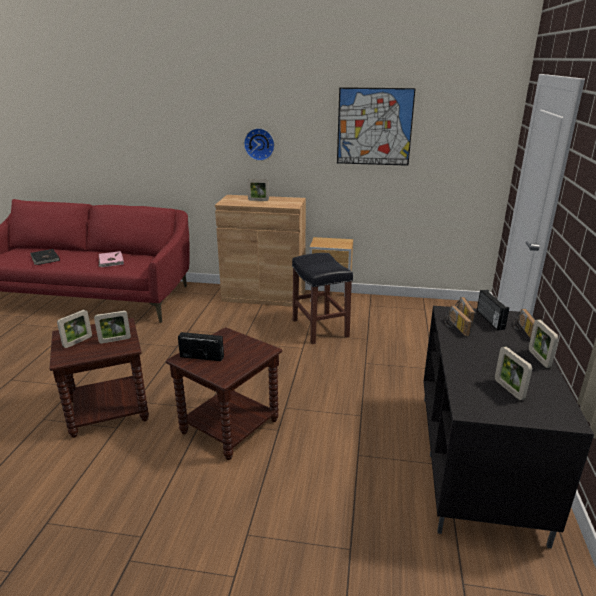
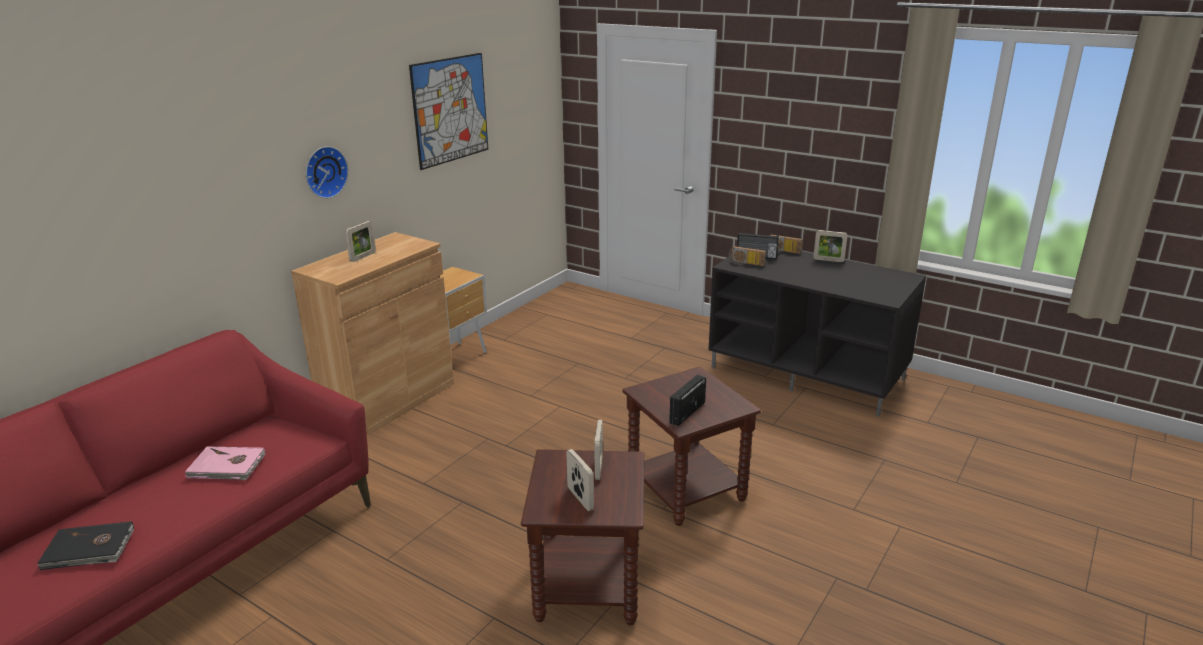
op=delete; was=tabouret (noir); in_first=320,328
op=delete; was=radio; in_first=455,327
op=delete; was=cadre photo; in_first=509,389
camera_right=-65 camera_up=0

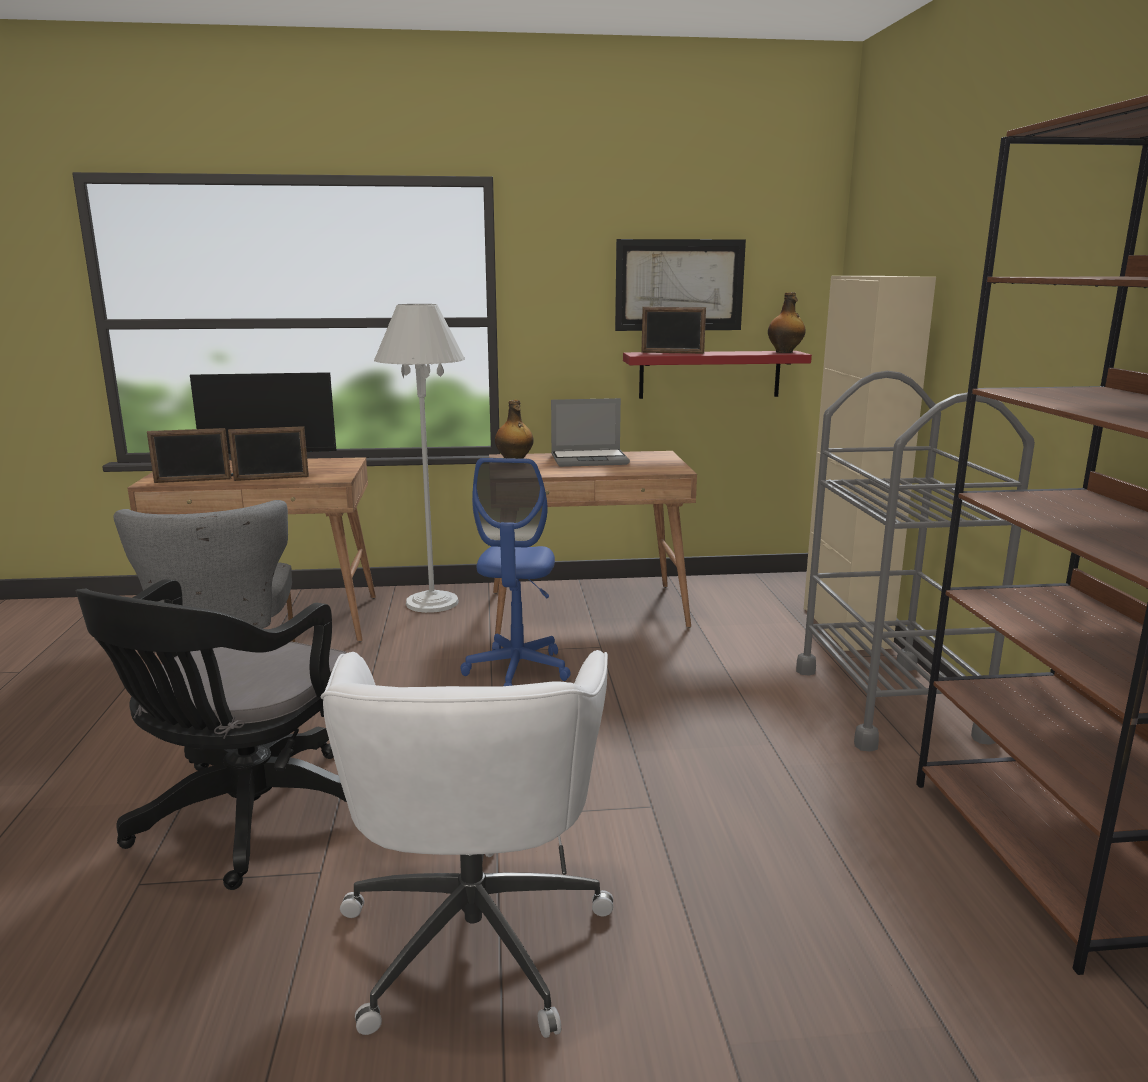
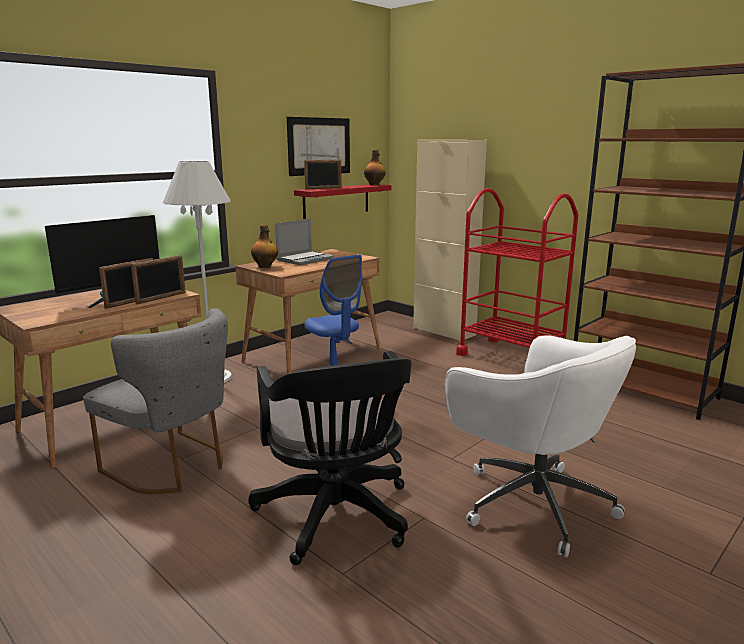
op=move; was=cadre photo; in_first=193,480; in_second=161,298
op=recolor; was=chariot (gris); now=chariot (rouge); in_first=888,703; in_second=511,356
camera_right=-40 camera_up=0

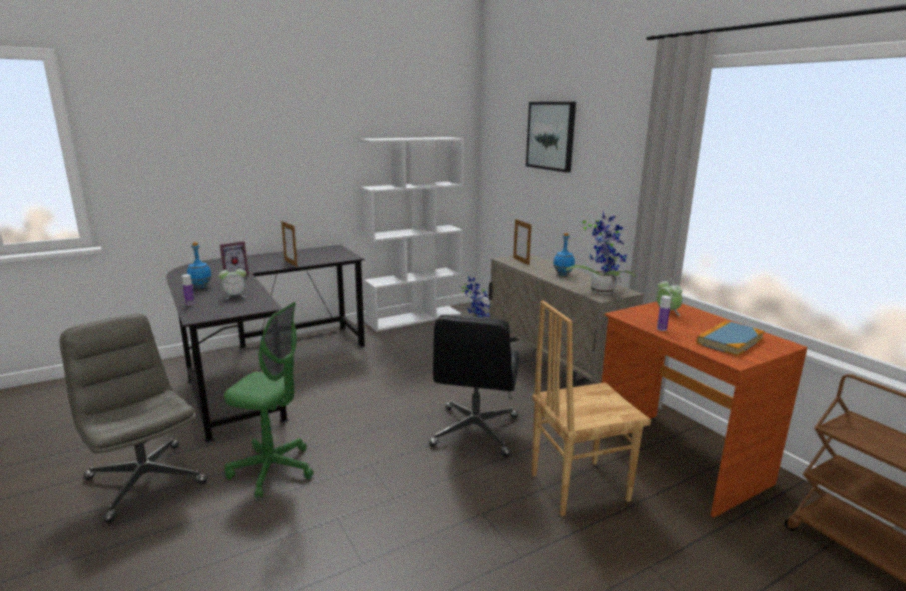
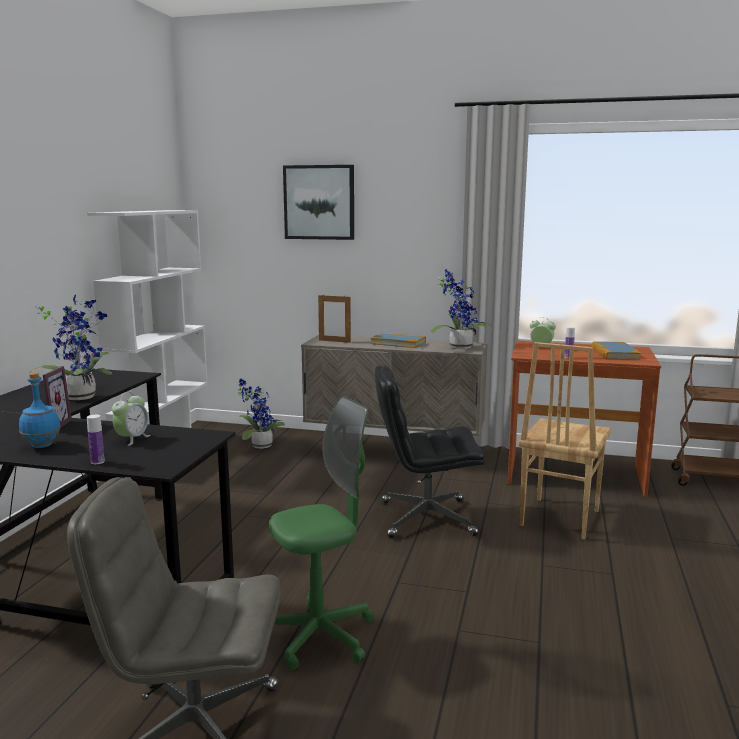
op=replace; was=cadre photo; now=plante en pot; in_first=291,263; in_second=81,396
op=replace; was=bouteille (bleu); now=livre; in_first=563,274; in_second=398,343
op=rotate; was=chaise de bureau (noir); in_first=475,431; in_second=425,518; clockwise=120
camera_right=-45 camera_up=-5

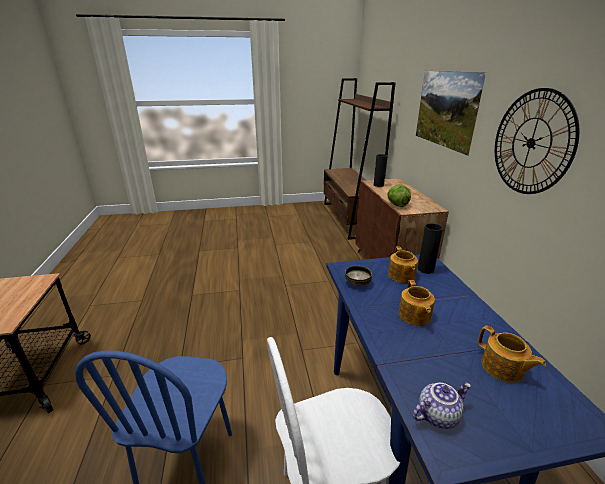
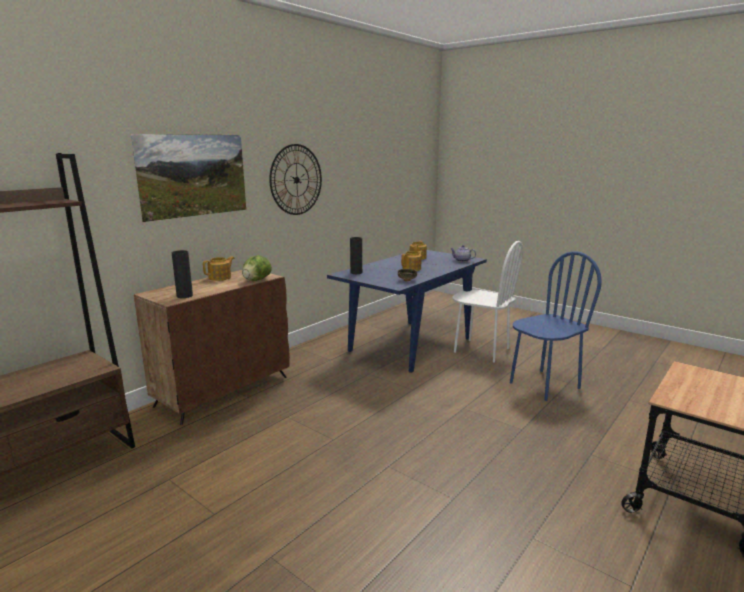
op=move; was=théière; in_first=401,276; in_second=220,277
camera_right=-130 camera_up=-10

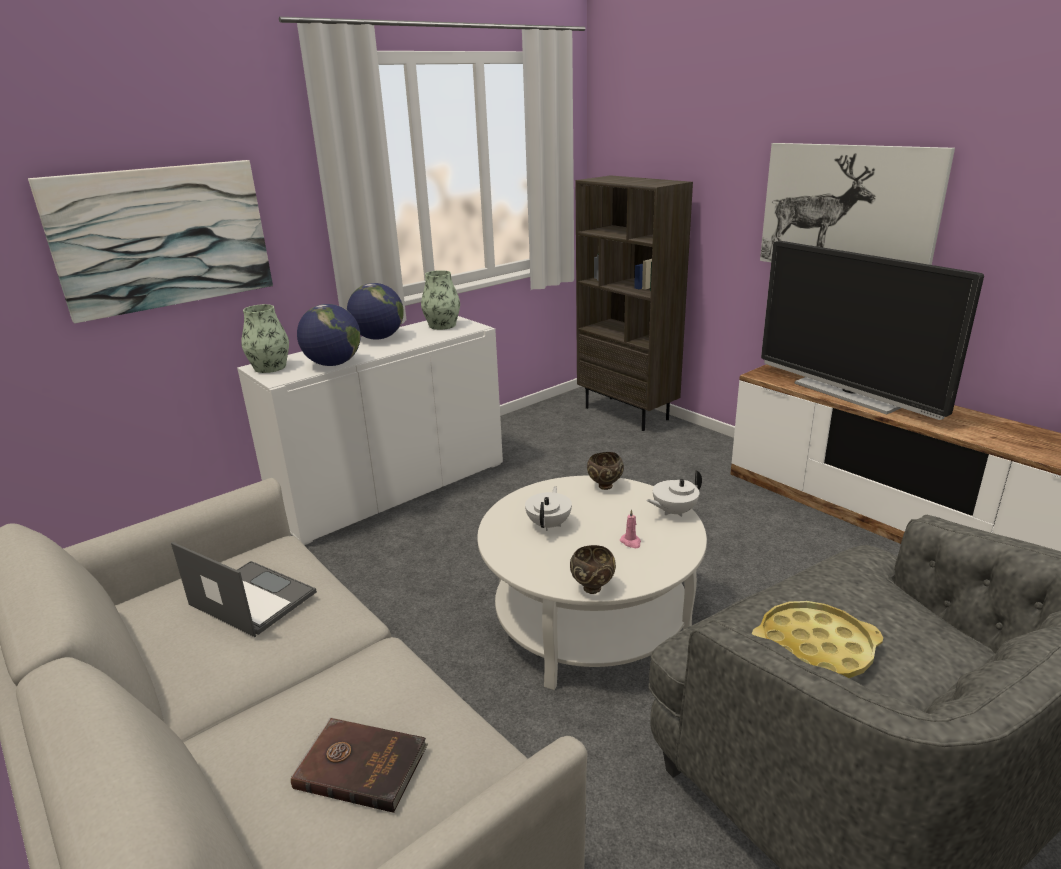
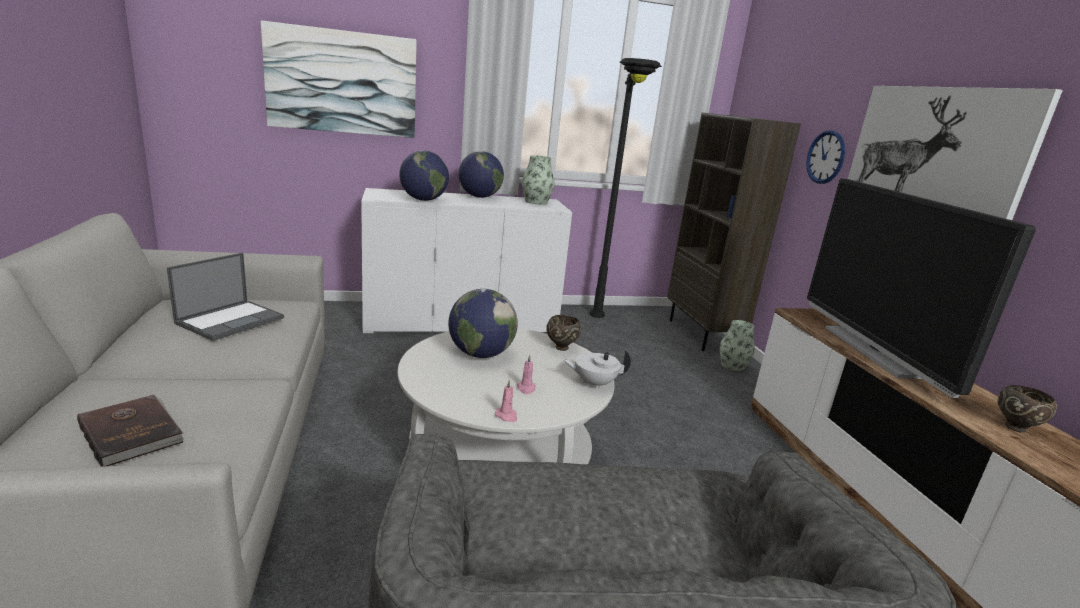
op=rotate; was=ordinateur portable; in_first=251,598; in_second=231,320; clockwise=60
op=replace; was=théière (blanc); now=globe; in_first=549,524; in_second=480,354
op=insert; now=bougie (rose); in_second=506,416
op=insert; now=lampadaire (noir); in_second=598,334
op=move; was=vase; in_first=270,367; in_second=732,365
op=insert; now=horloge murale; in_second=825,157
op=move; was=bol (marron); in_first=592,588; in_second=1015,427
op=delete; was=plateau (jaune); in_first=814,648
camera_right=25 camera_up=-5

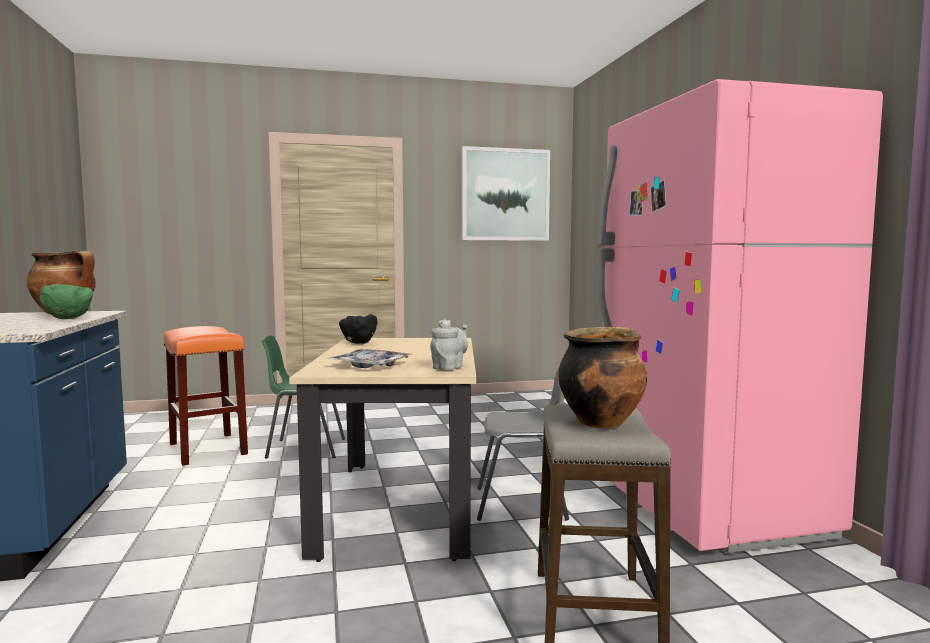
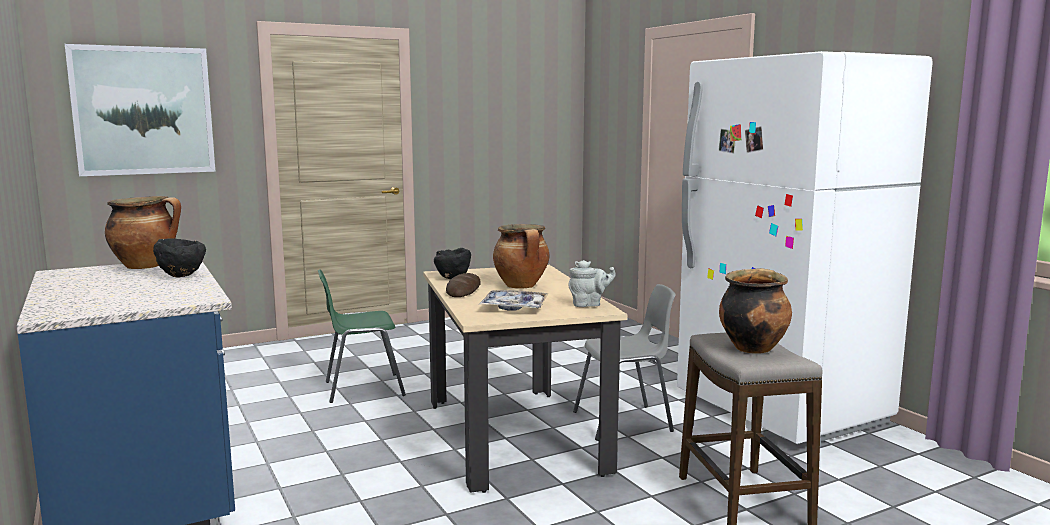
op=move; was=tableau; in_first=505,195; in_second=143,111
op=recolor; was=bol (vert); now=bol (noir); in_first=68,318; in_second=182,276
op=insert; now=pain; in_second=463,290
op=insert; now=marmite; in_second=522,286
op=rotate; was=théière (gris); in_first=449,367; in_second=589,305; clockwise=60
op=recolor; was=réfrigérateur (rose); now=réfrigérateur (blanc); in_first=710,509; in_second=781,409
op=delete; was=tabouret (orange); in_first=208,449
camera_right=-15 camera_up=5

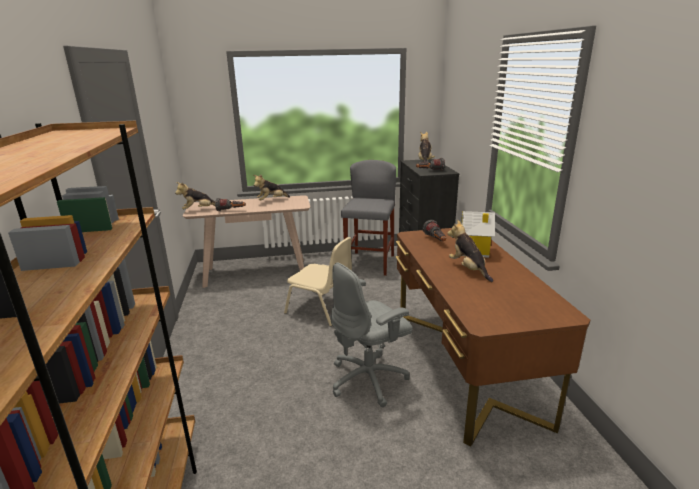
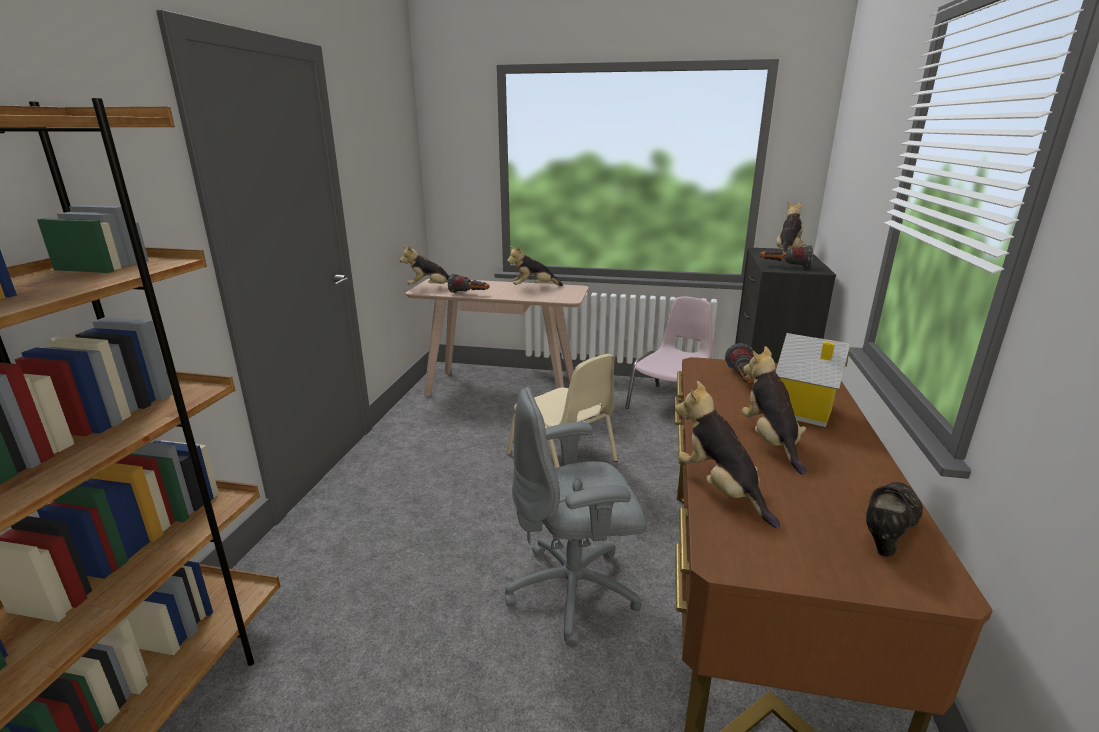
op=replace; was=tabouret (gris); now=chaise (rose); in_first=370,263; in_second=671,404
op=insert; now=peluche; in_second=720,489
op=insert; now=chaussure (noir); in_second=887,531
camera_right=20 camera_up=0

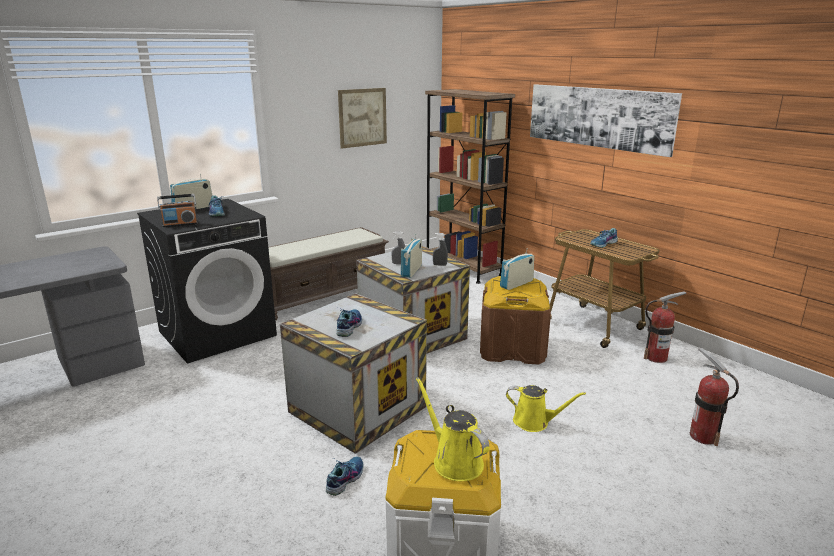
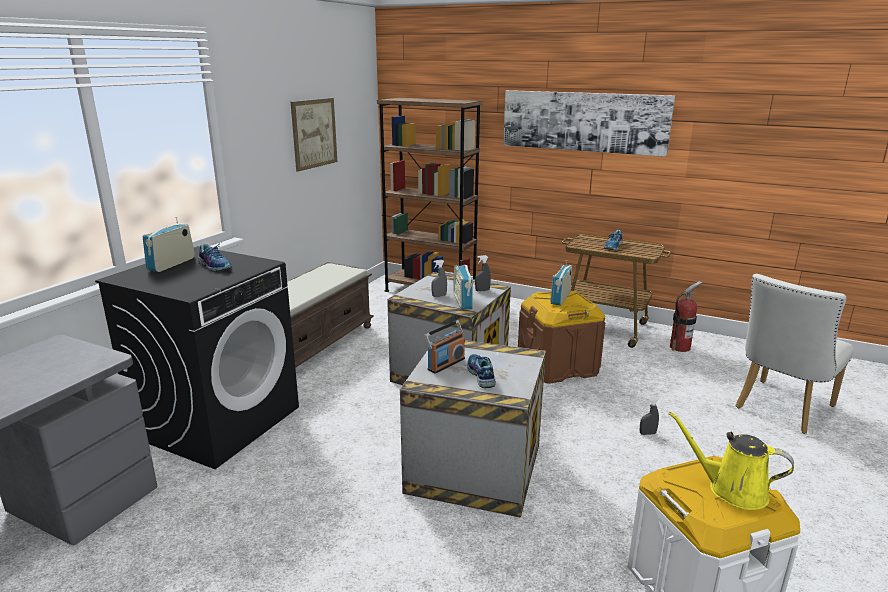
op=move; was=radio; in_first=180,224; in_second=445,364
op=replace; was=arrosoir (jaune); now=vaporisateur (gris); in_first=534,422; in_second=647,433
op=replace; was=extincteur; now=chaise (blanc); in_first=703,436; in_second=780,409
op=delete; was=chaussure; in_first=345,479
camera_right=-25 camera_up=0

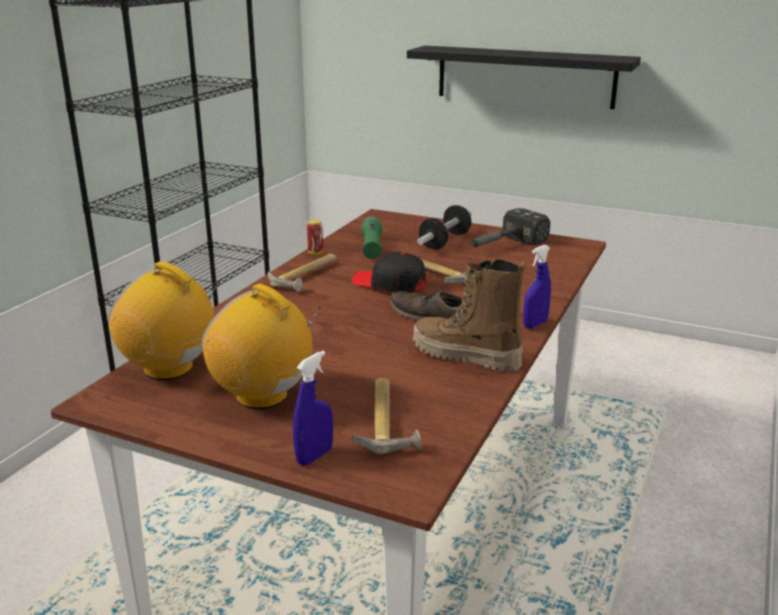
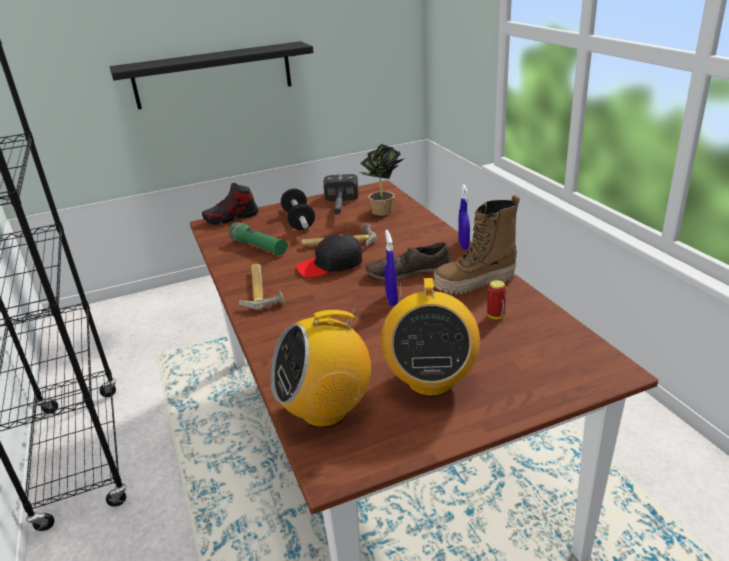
op=insert; now=chaussure; in_second=231,218
op=insert; now=plante en pot; in_second=384,212
op=rotate; was=radio; in_first=263,396; in_second=430,381; clockwise=-75
op=move; was=vaporisateur (bleu); in_first=314,456; in_second=391,300
op=move; was=boîte métallique; in_first=315,253; in_second=495,316
op=delete; was=marteau; in_first=388,421
camera_right=-45 camera_up=5

